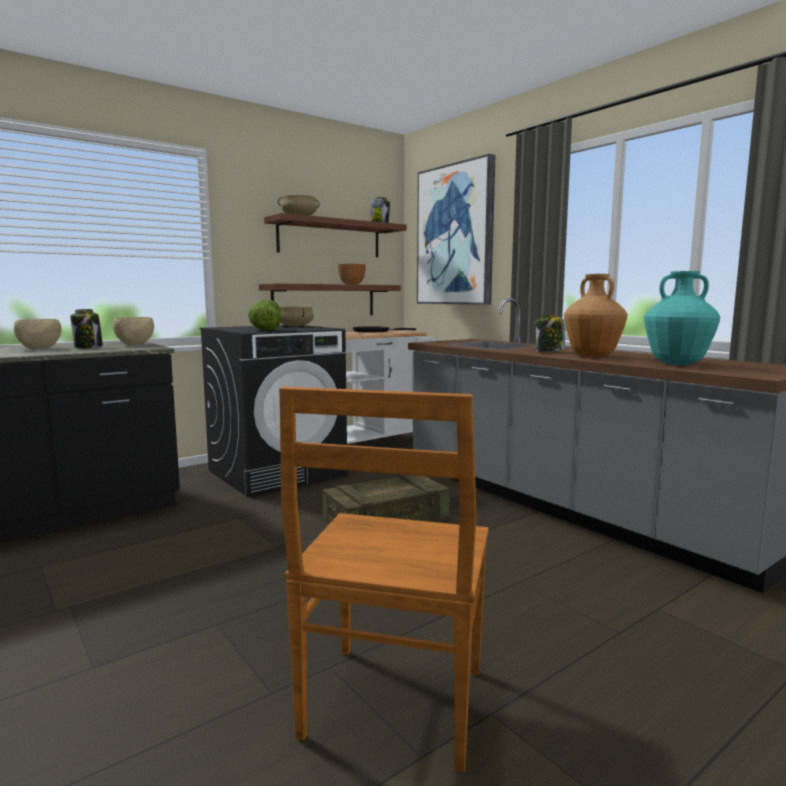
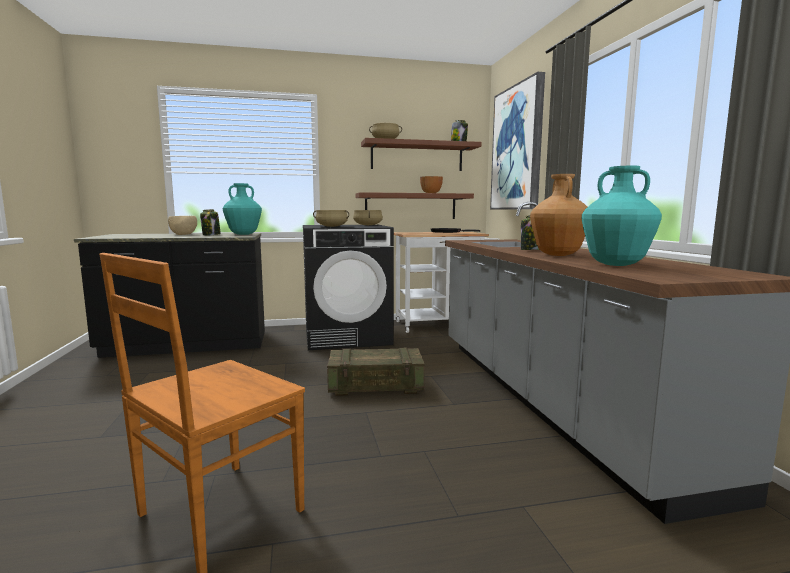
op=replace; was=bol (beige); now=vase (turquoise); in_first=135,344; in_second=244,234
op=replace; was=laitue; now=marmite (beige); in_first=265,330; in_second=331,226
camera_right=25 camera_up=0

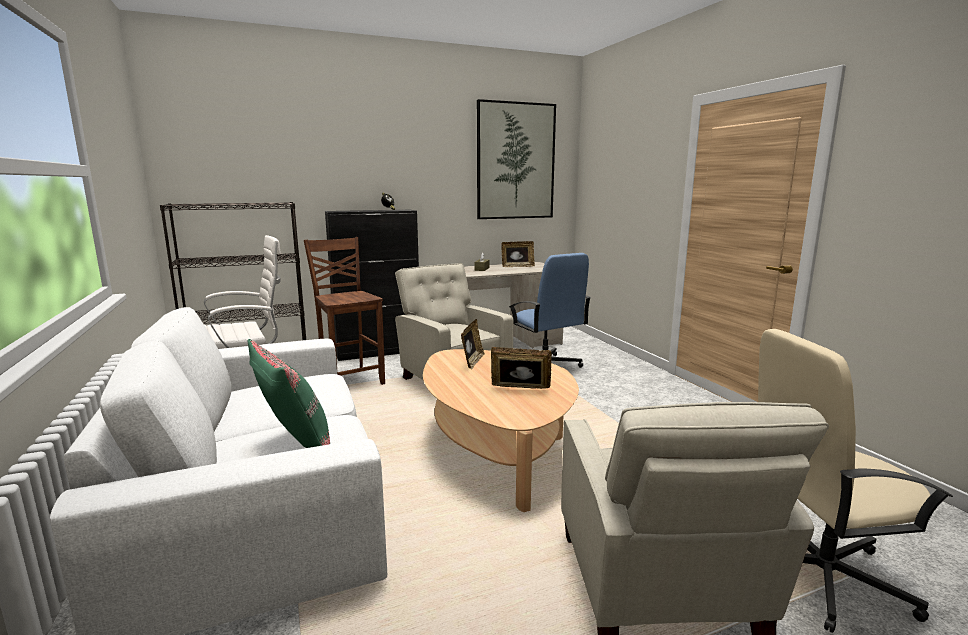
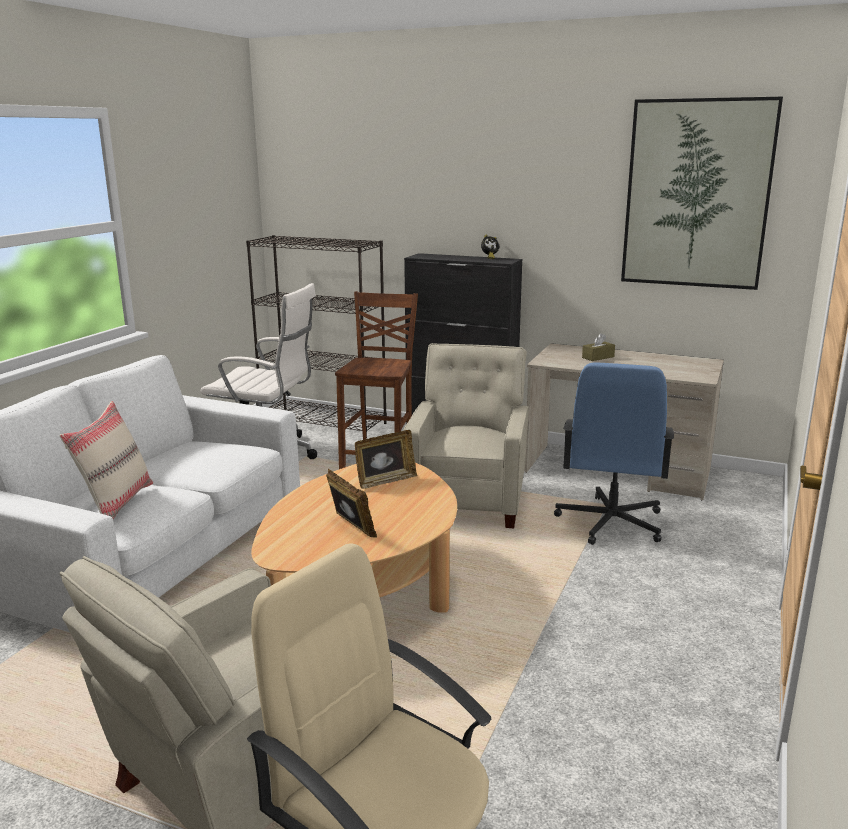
op=recolor; was=coussin (vert); now=coussin (beige); in_first=294,444; in_second=116,502
op=delete; was=cadre photo; in_first=517,266
camera_right=45 camera_up=5

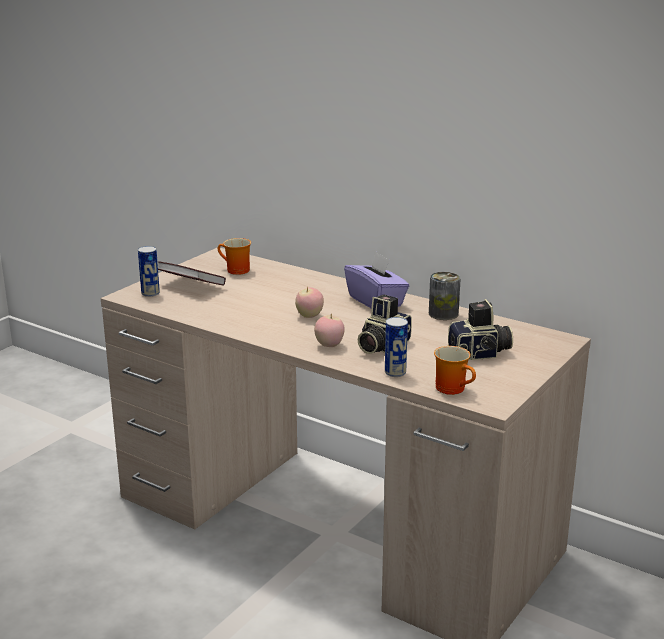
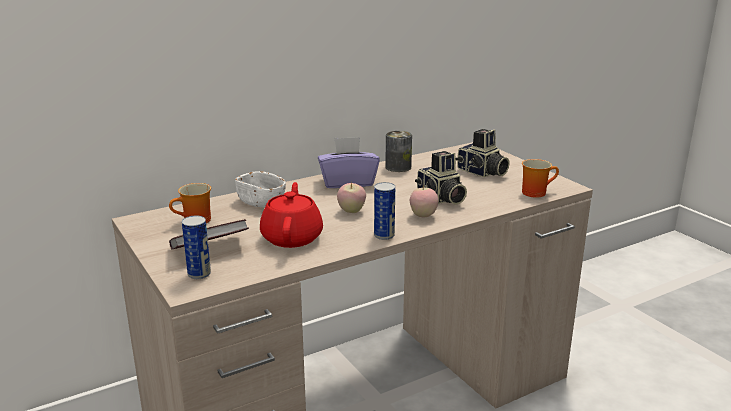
op=insert; now=bol (blanc); in_second=261,202
op=insert; now=théière (rouge); in_second=292,237
op=move; was=boîte métallique; in_first=395,372; in_second=384,235
op=rotate; was=appareil photo; in_first=480,354; in_second=481,172; clockwise=120
camera_right=-65 camera_up=0

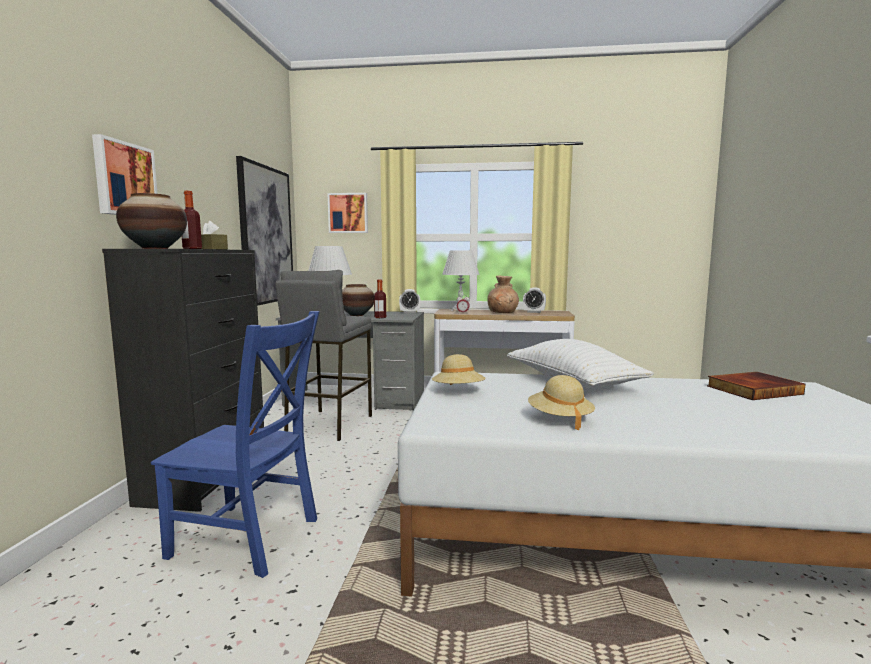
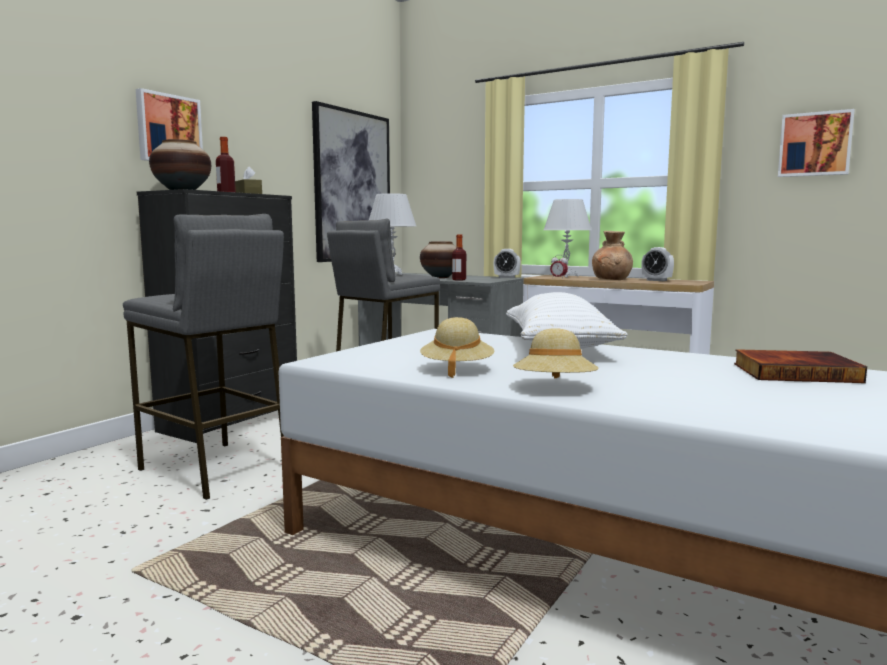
op=replace; was=chaise (bleu); now=tabouret (gris); in_first=250,539; in_second=215,469
op=move; was=chapeau (beige); in_first=458,391; in_second=555,388
op=move; was=tableau; in_first=348,213; in_second=815,144
camera_right=25 camera_up=0

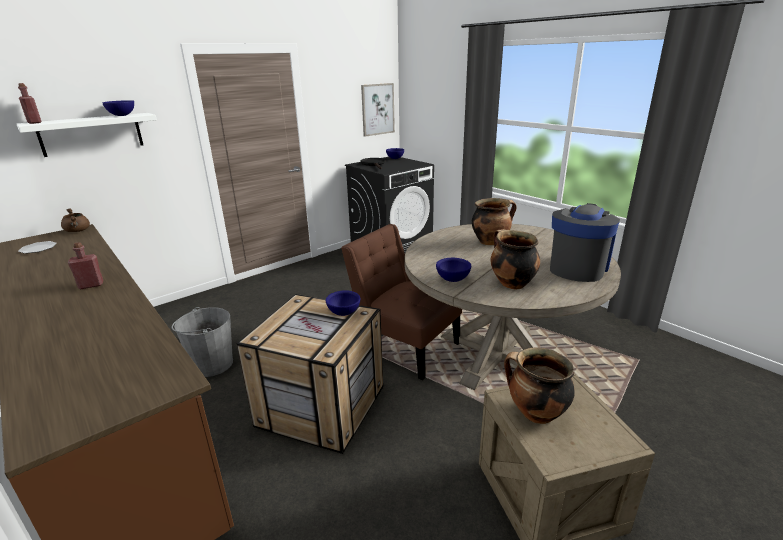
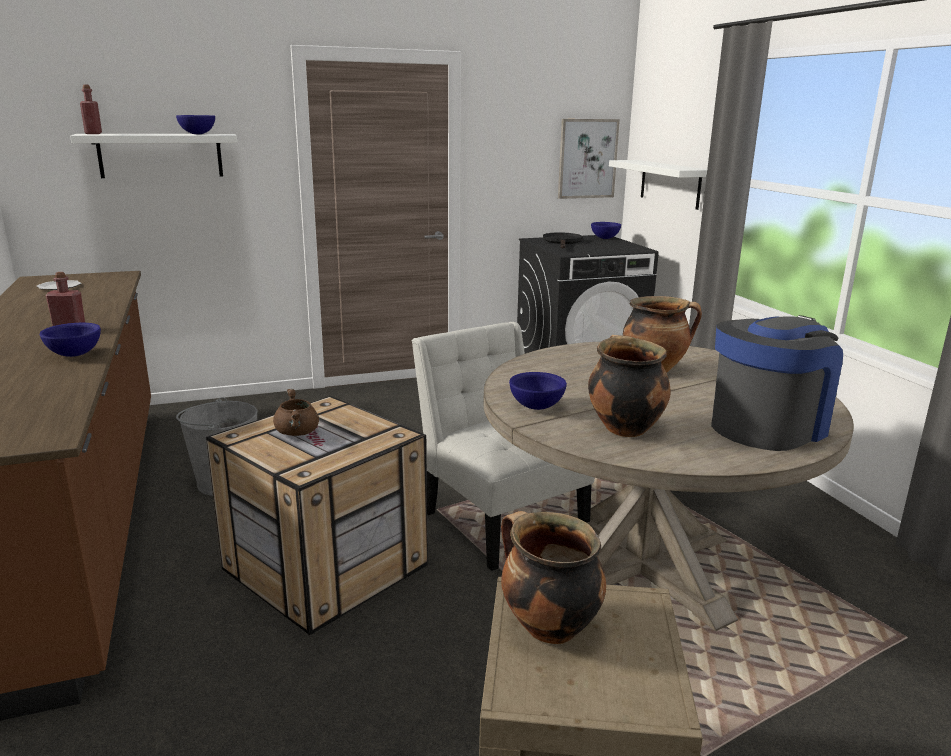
op=move; was=bol (bleu); in_first=343,312; in_second=74,354
op=move; was=marmite (marron); in_first=78,231; in_second=298,433
op=recolor; was=chaise (marron); now=chaise (blanc); in_first=405,346; in_second=500,519
op=insert; now=étagère (blanc); in_second=670,183
camera_right=20 camera_up=-5

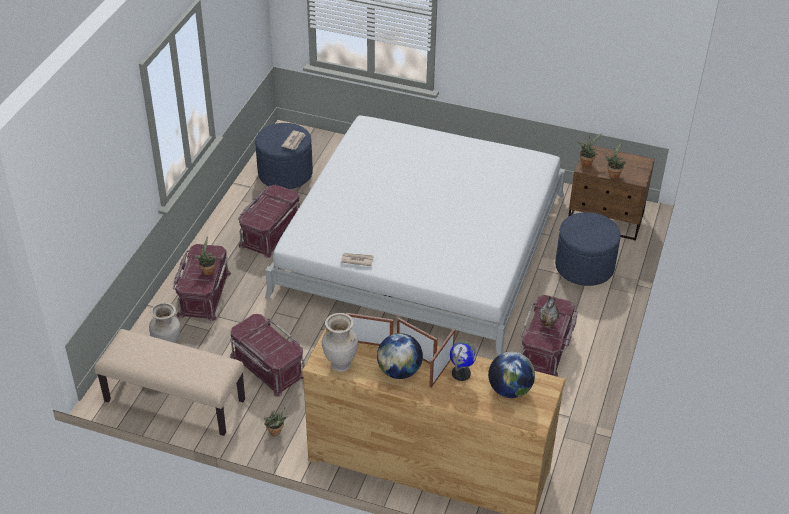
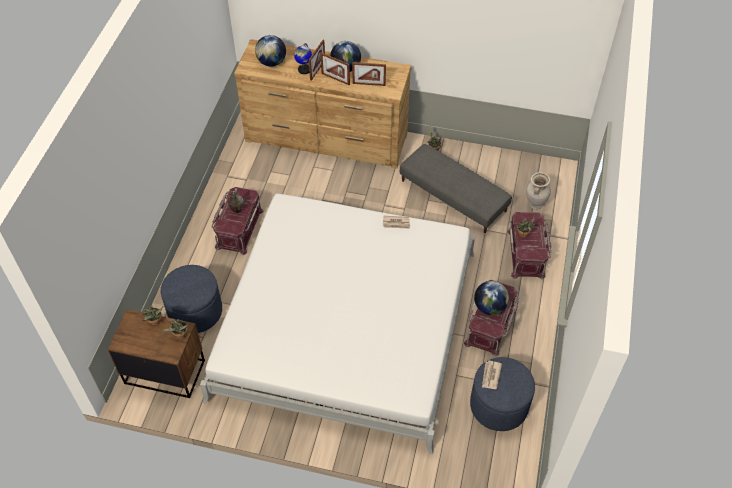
op=replace; was=boîte de rangement (rouge); now=pouf (gris); in_first=267,366; in_second=453,195
op=insert; now=globe; in_second=489,307
op=delete; was=banc (beige); in_first=174,401
op=delete; was=vase (beige); in_first=341,364
camera_right=175 camera_up=10

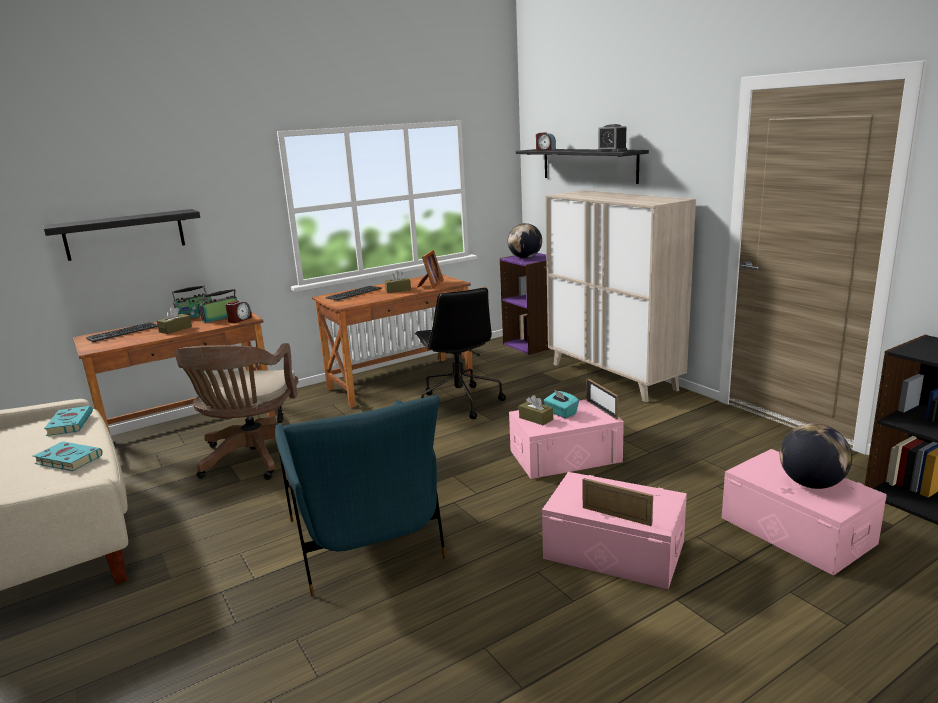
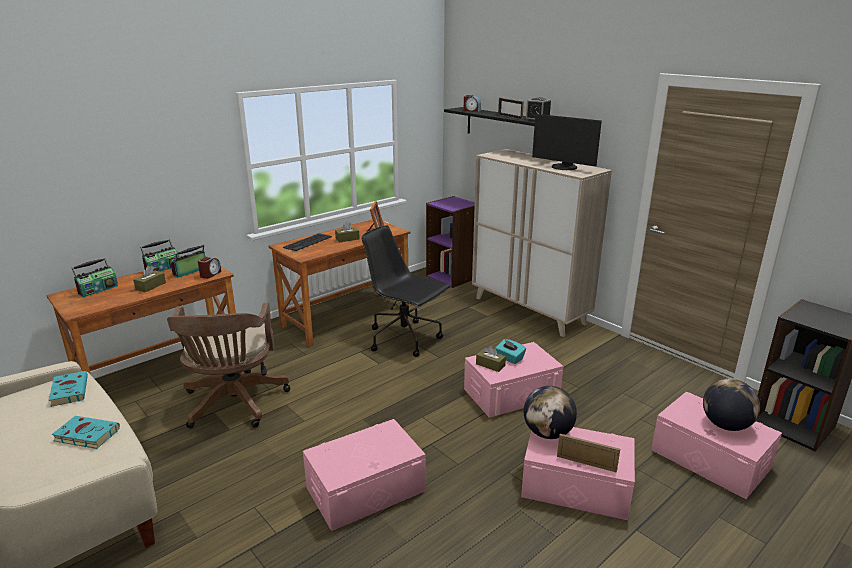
op=replace; was=clavier; now=radio; in_first=123,332; in_second=98,290
op=replace; was=fauteuil (bleu); now=boîte de rangement (rose); in_first=365,542; in_second=365,489
op=rotate; was=chaise de bureau (noir); in_first=459,402; in_second=405,339; clockwise=150
op=move; was=cadre photo; in_first=601,409; in_second=510,117
op=move; was=globe; in_first=525,258; in_second=547,433
op=insert; now=écran d'ordinateur; in_second=563,167
op=delete; was=étagère (noir); in_first=125,234
camera_right=-10 camera_up=5

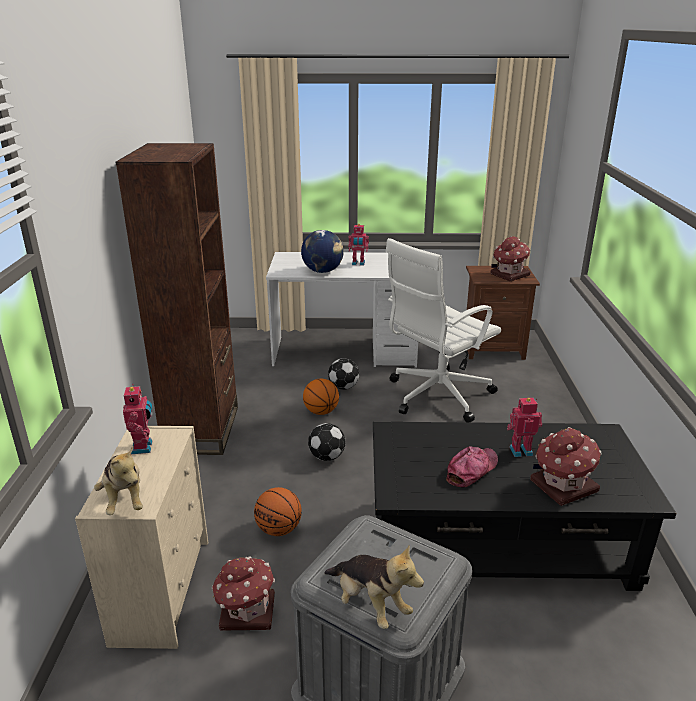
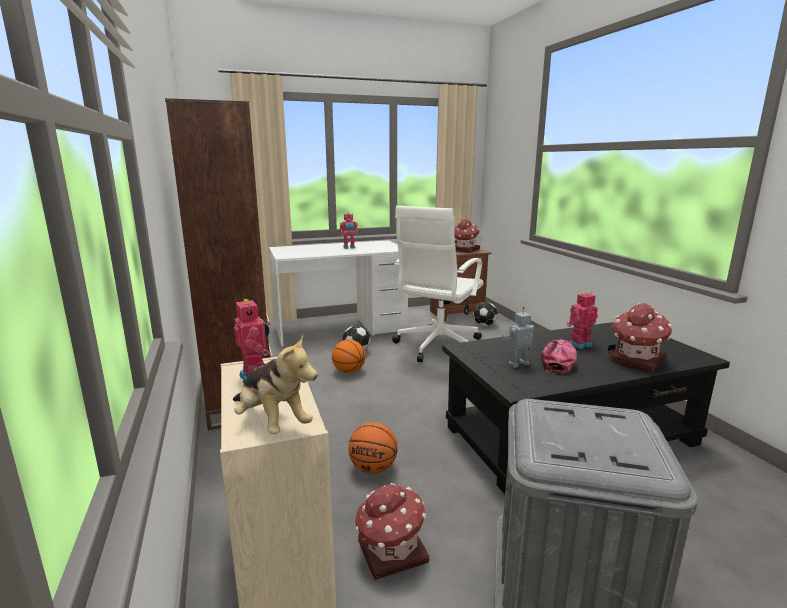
op=move; was=ballon de foot; in_first=327,457; in_second=485,325
op=insert; now=robot jouet; in_second=519,365
op=delete; was=globe; in_first=323,271
op=delete; was=peluche; in_first=370,604
camera_right=-20 camera_up=-10

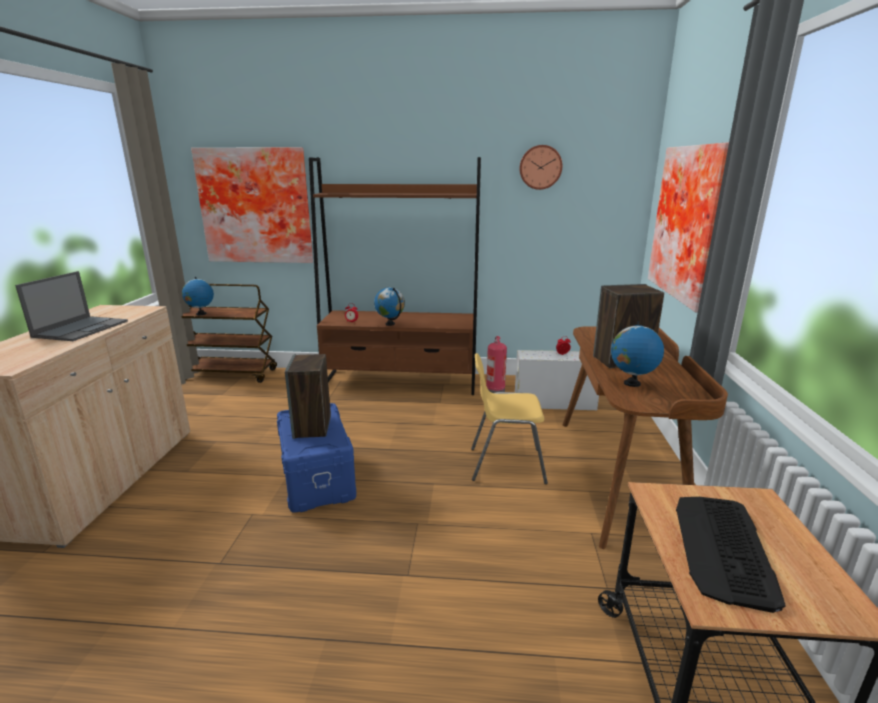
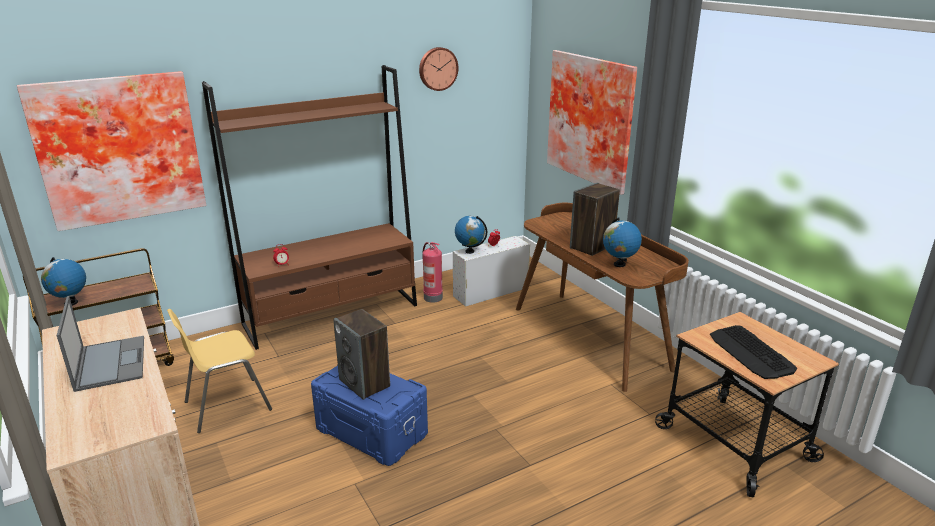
op=move; was=chaise (jaune); in_first=506,465; in_second=226,405
op=move; was=globe; in_first=390,324; in_second=470,251
camera_right=-35 camera_up=5

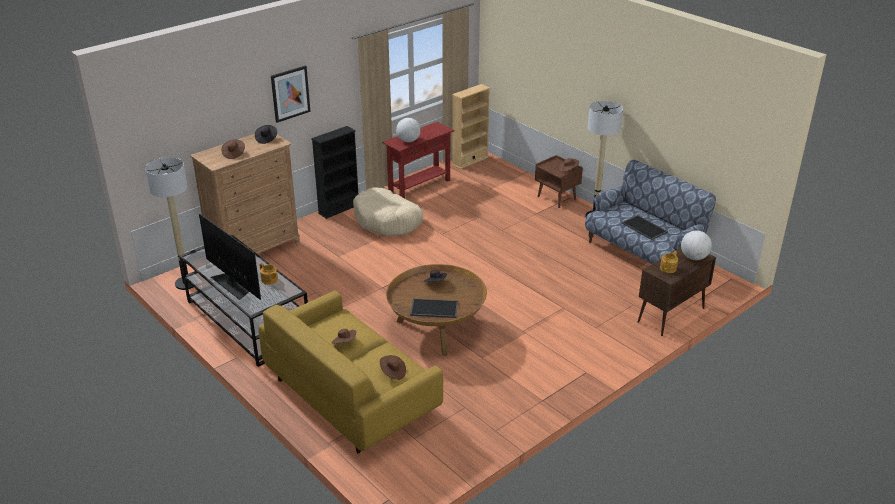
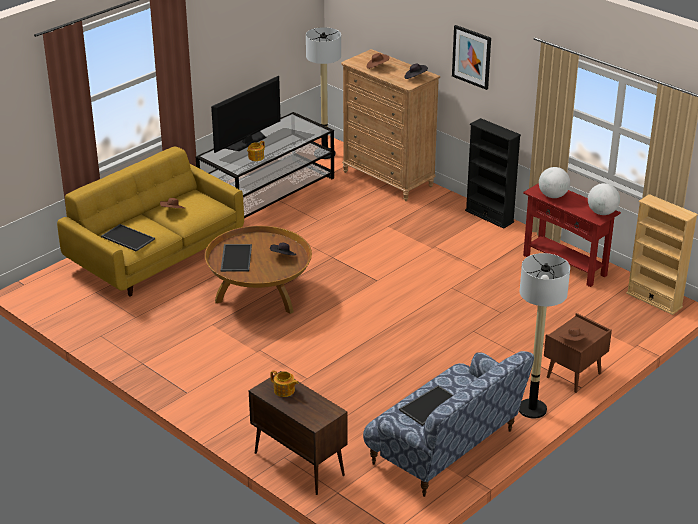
op=replace; was=chapeau (marron); now=plateau; in_first=393,373; in_second=127,238
op=move; was=globe; in_first=694,257; in_second=602,212
op=delete; was=panier pour chien (beige); in_first=387,221
camera_right=85 camera_up=0

